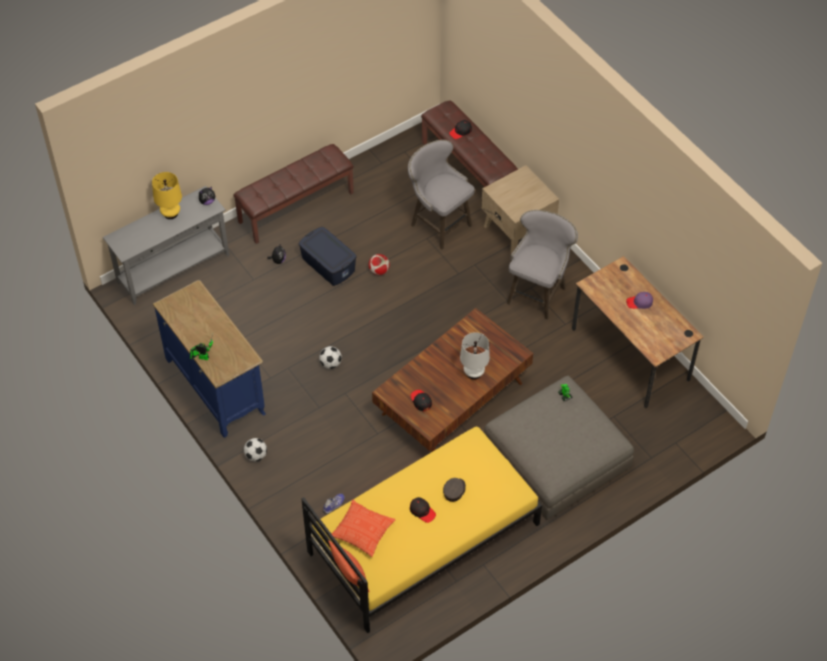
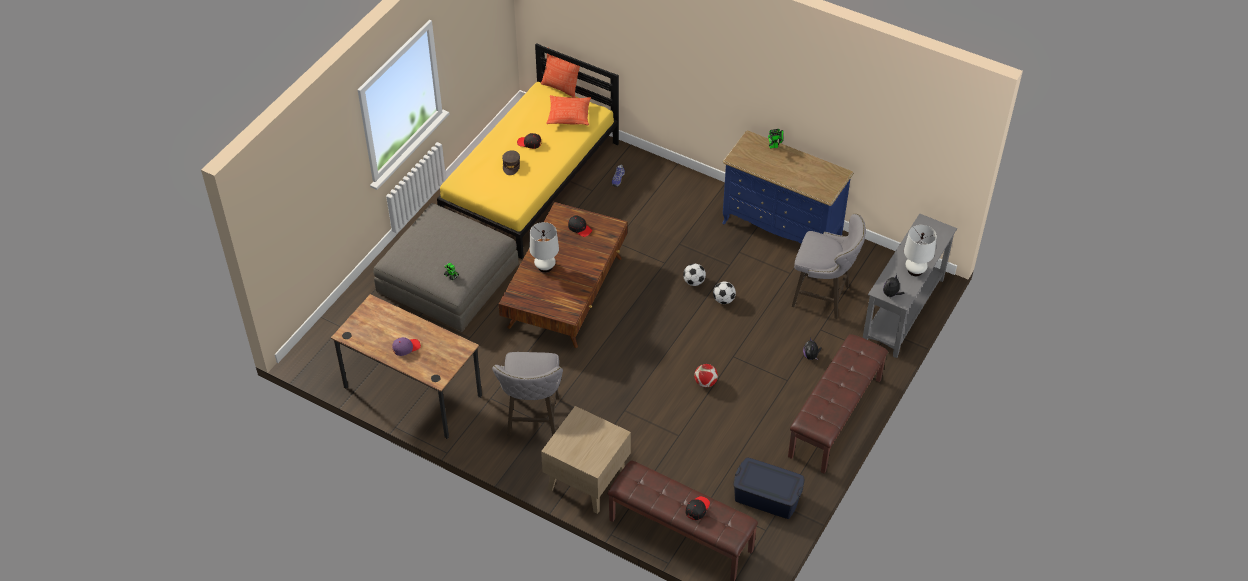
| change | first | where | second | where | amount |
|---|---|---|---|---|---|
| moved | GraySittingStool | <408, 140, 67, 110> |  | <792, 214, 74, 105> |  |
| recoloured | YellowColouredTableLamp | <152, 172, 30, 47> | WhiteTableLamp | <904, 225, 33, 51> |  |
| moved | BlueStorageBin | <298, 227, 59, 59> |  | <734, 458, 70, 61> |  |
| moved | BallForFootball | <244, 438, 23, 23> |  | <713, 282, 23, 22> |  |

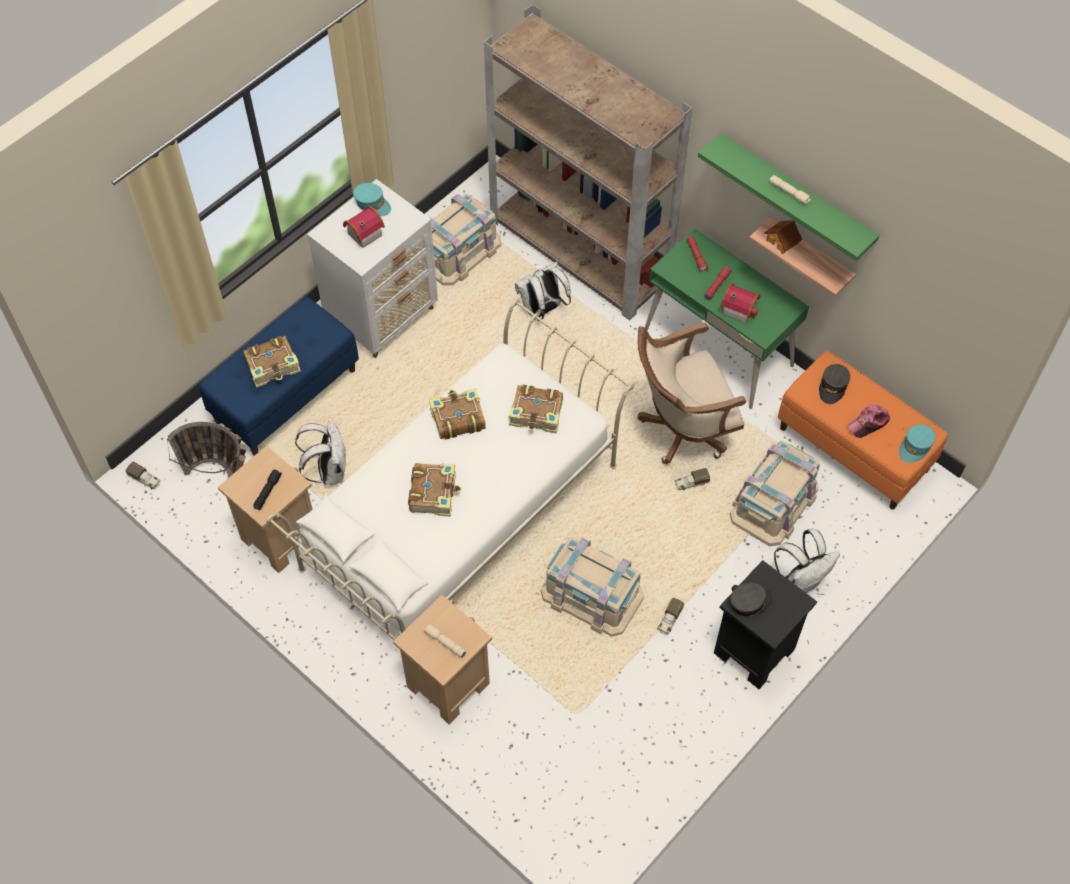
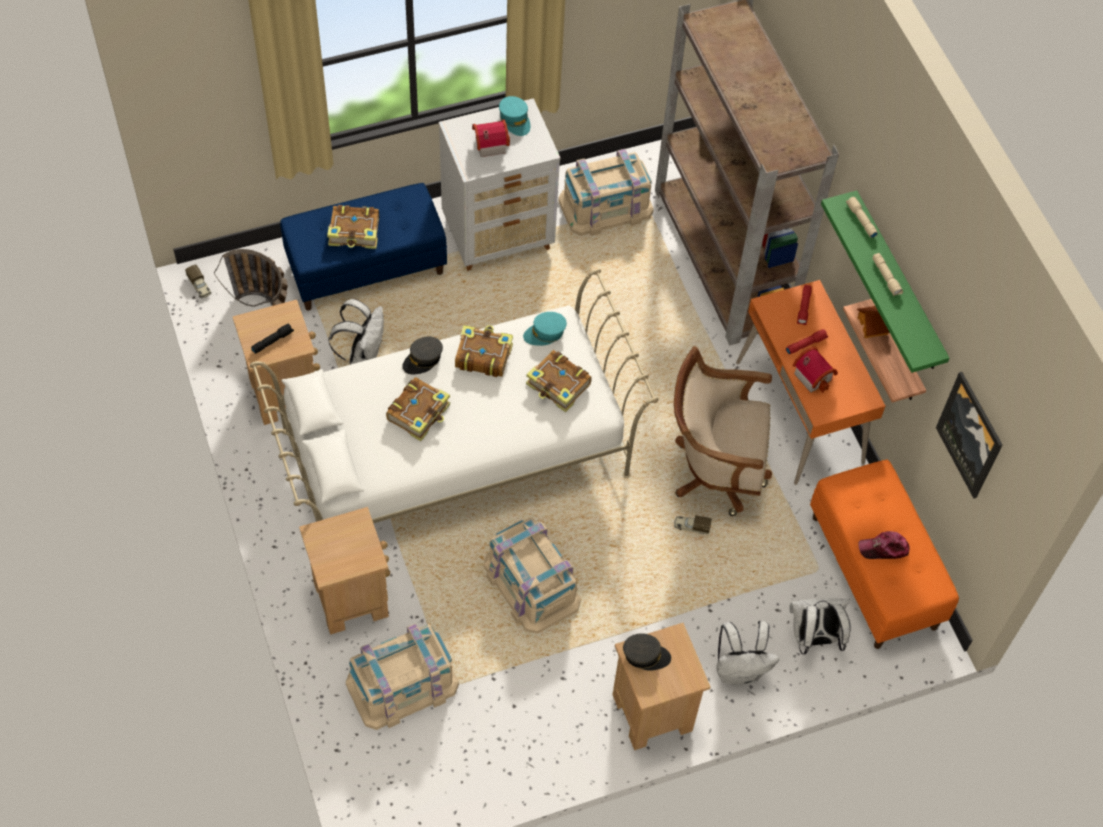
| change | first | where | second | where | amount |
|---|---|---|---|---|---|
| recoloured | GreenishDesk | <645, 228, 164, 181> | OrangeColouredDesk | <736, 280, 149, 205> |  |
| moved | WhiteBackpack | <515, 262, 56, 59> |  | <790, 598, 61, 57> |  |
| moved | GrayPeakedCap | <819, 364, 31, 40> |  | <402, 337, 41, 37> |  |
| moved | TurquoiseColouredPeakedCap | <899, 424, 37, 39> |  | <523, 312, 44, 34> |  |
| moved | BeigeStorageBin | <730, 441, 90, 105> |  | <346, 623, 113, 107> |  |
| recoloured | BlackColouredNightTable | <714, 560, 103, 129> | BeigeNightTable | <613, 623, 98, 127> |  |
| removed | ModelTruck | <657, 598, 27, 37> |  |  |  |
| moved | BeigeHandTorch | <424, 624, 42, 34> |  | <846, 197, 32, 41> |  |
| added |  |  | WallArt | <936, 372, 67, 126> |  |

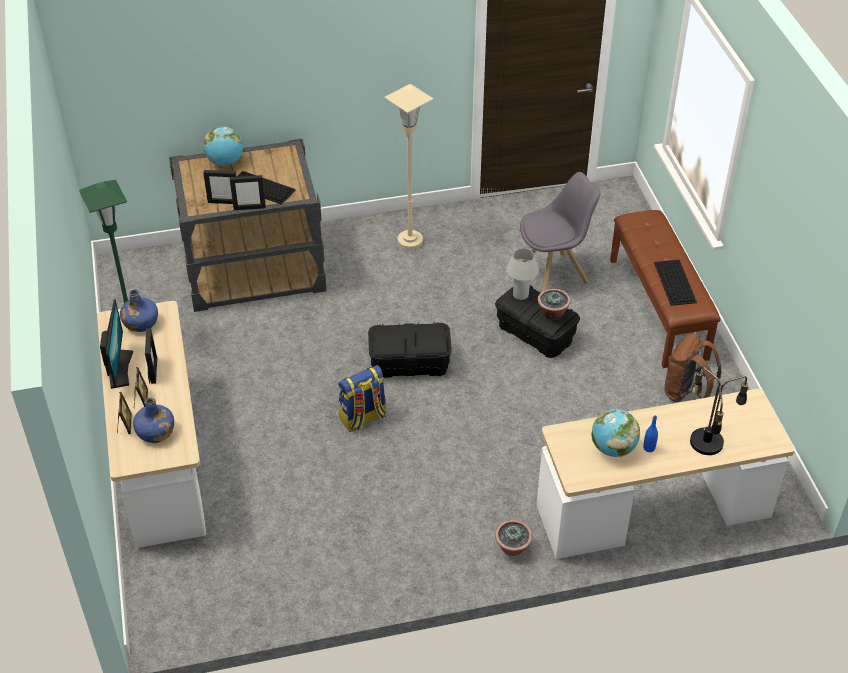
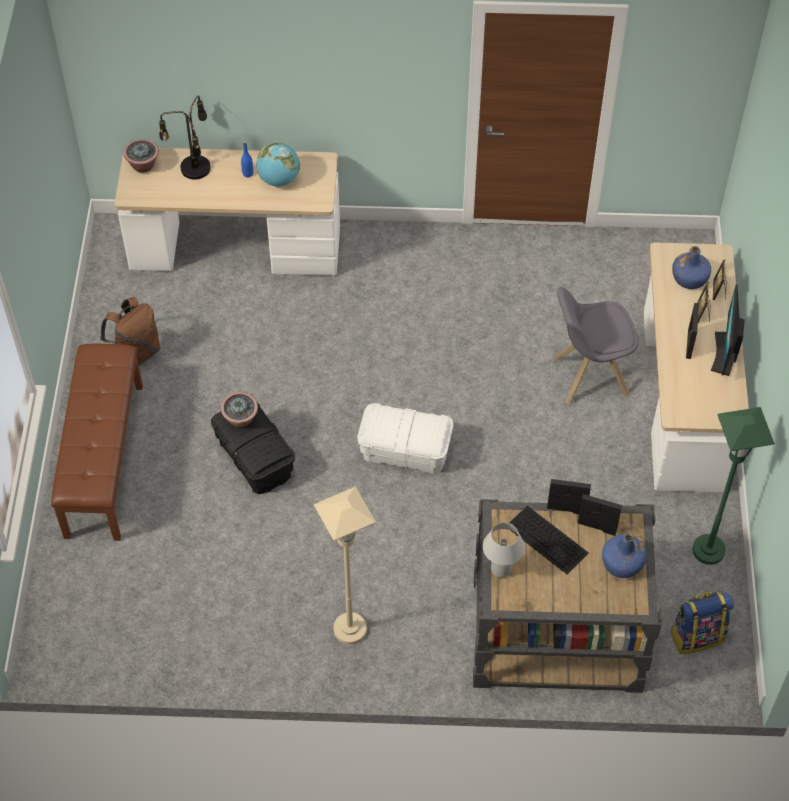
| change | first | where | second | where | amount |
|---|---|---|---|---|---|
| removed | Globe | <204, 126, 40, 40> |  |  |  |
| moved | GrayChair | <520, 172, 81, 120> |  | <552, 287, 86, 118> |  |
| moved | WhiteTableLamp | <506, 248, 33, 52> |  | <483, 523, 42, 55> |  |
| removed | ComputerKeyboard | <654, 260, 43, 46> |  |  |  |
| moved | BlueDrinkBottle | <120, 289, 38, 43> |  | <602, 533, 45, 45> |  |
| recoloured | BlackColouredStorageBin | <368, 322, 84, 56> | WhiteStorageBin | <357, 403, 96, 71> |  |
| moved | Backpack | <338, 365, 48, 67> |  | <670, 591, 64, 63> |  |
| moved | PottedPlant | <495, 520, 37, 36> |  | <123, 139, 36, 34> |  |

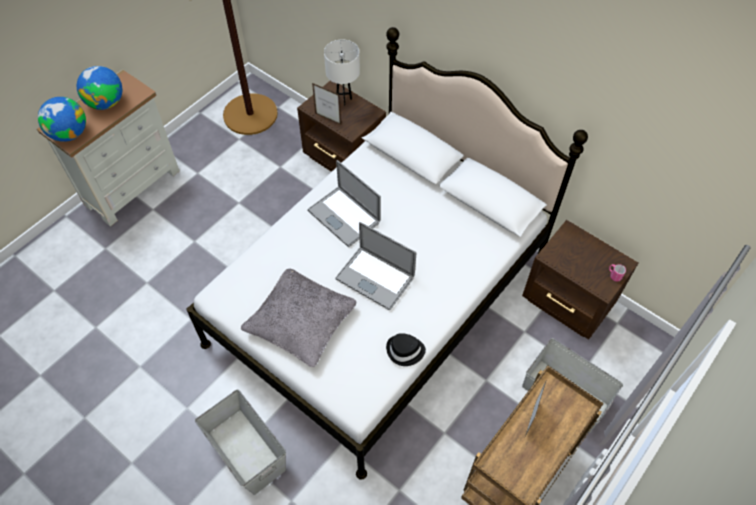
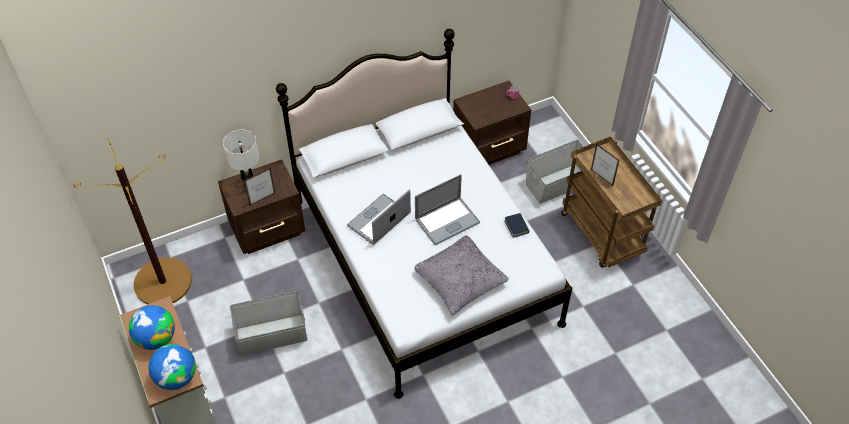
| change | first | where | second | where | amount |
|---|---|---|---|---|---|
| turned | PortableComputer | <307, 160, 74, 87> |  | <347, 189, 64, 56> | 150 degrees clockwise |
| replaced | BlackColouredWearableHat | <386, 333, 40, 33> | Volume | <505, 213, 24, 25> |  |
| moved | GrayStorageBin | <195, 390, 91, 105> |  | <230, 291, 77, 64> |  |

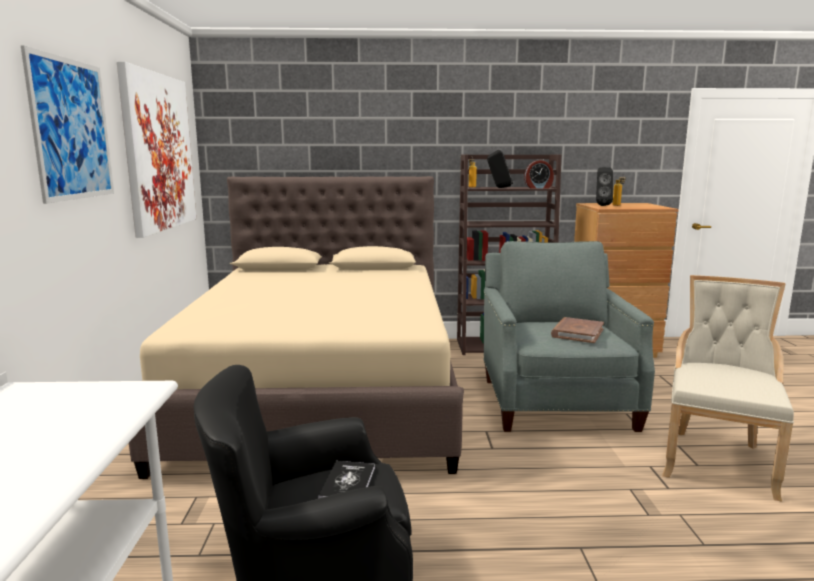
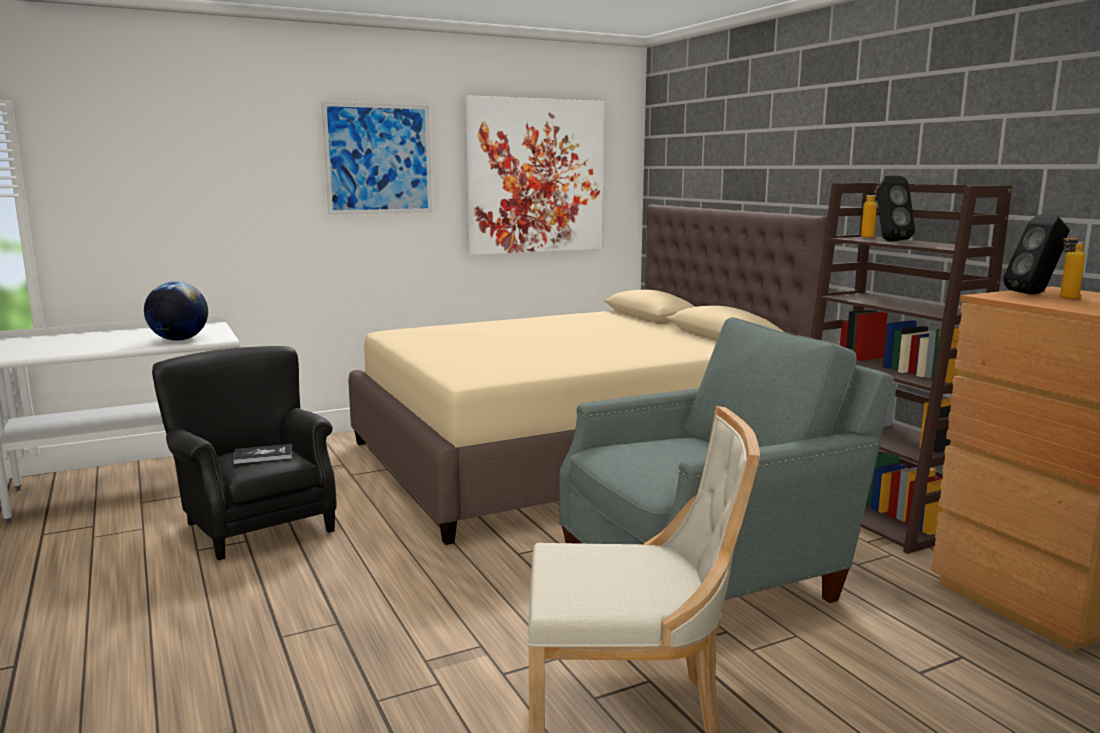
| change | first | where | second | where | amount |
|---|---|---|---|---|---|
| removed | TableClock | <524, 159, 30, 29> |  |  |  |
| removed | BrownColouredVolume | <551, 317, 53, 26> |  |  |  |
| added |  |  | Globe | <144, 282, 64, 59> |  |

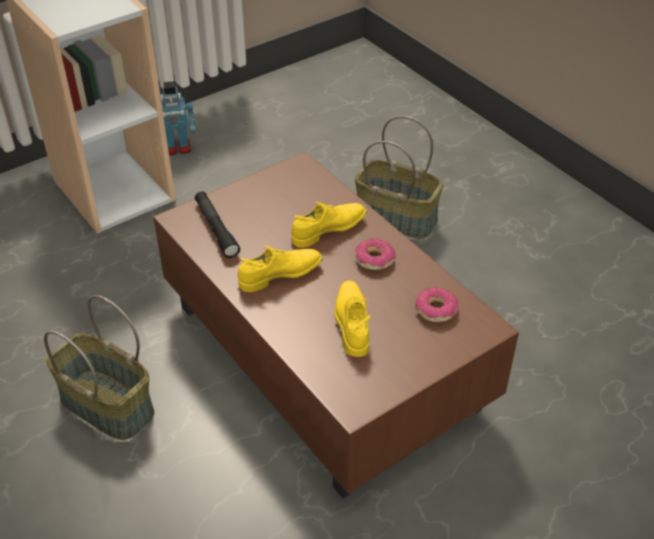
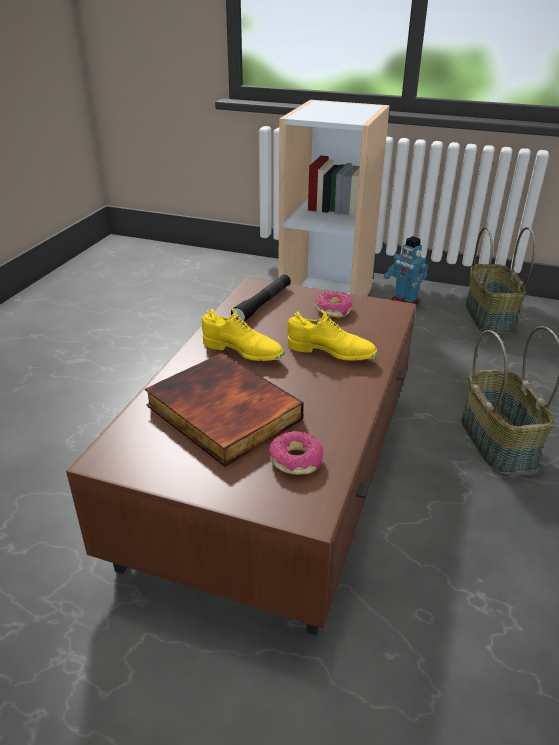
| change | first | where | second | where | amount |
|---|---|---|---|---|---|
| moved | Donut | <355, 238, 41, 32> |  | <316, 291, 37, 27> |  |
| replaced | YellowColouredLowShoe | <334, 280, 37, 77> | Volume | <145, 353, 159, 113> |  |
| moved | StorageBasket | <44, 295, 110, 145> |  | <465, 227, 71, 106> |  |

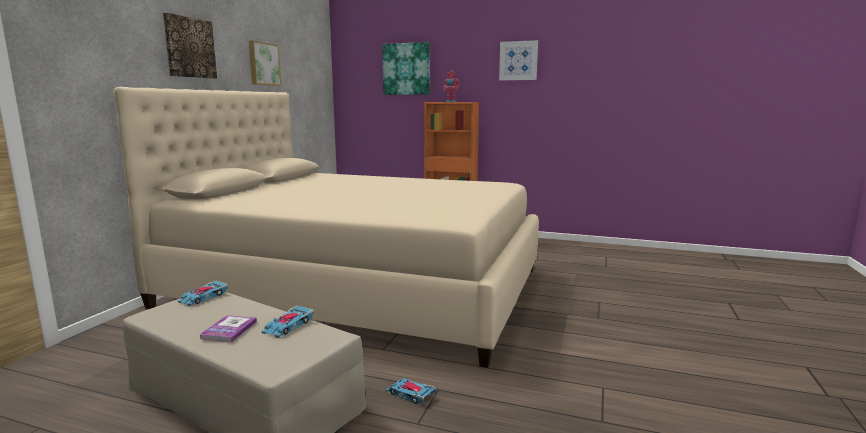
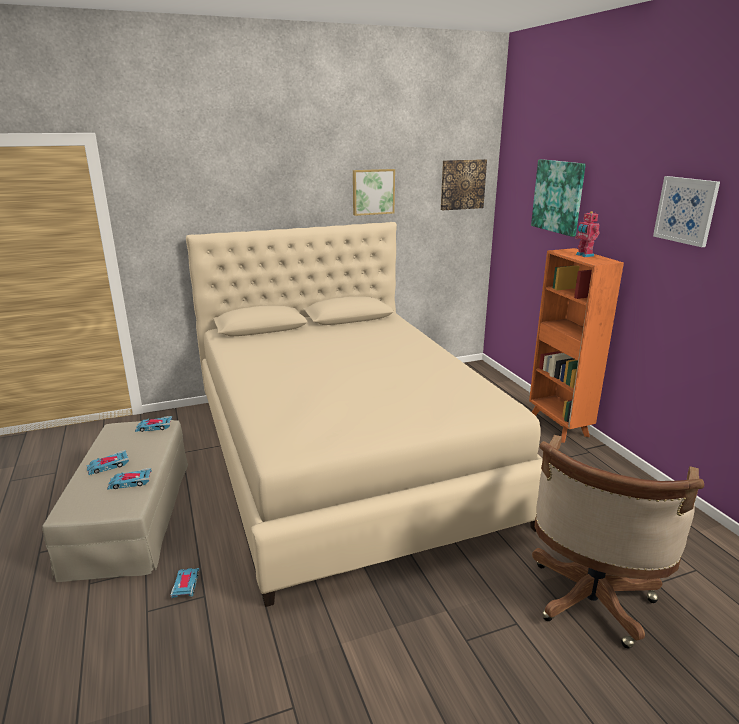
| change | first | where | second | where | amount |
|---|---|---|---|---|---|
| moved | WallArt | <163, 13, 54, 66> |  | <441, 159, 46, 51> |  |
| replaced | Volume | <199, 315, 58, 27> | ModelCar | <87, 450, 42, 25> |  |
| added |  |  | ComputerChair | <532, 435, 172, 213> |  |

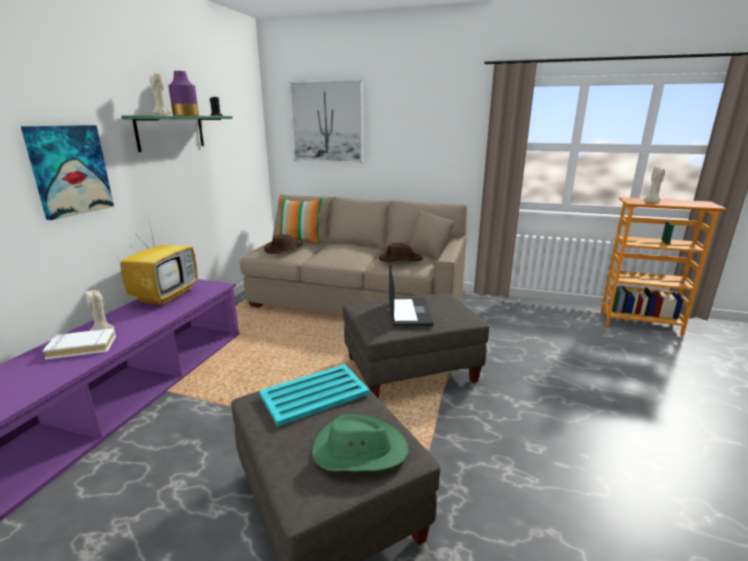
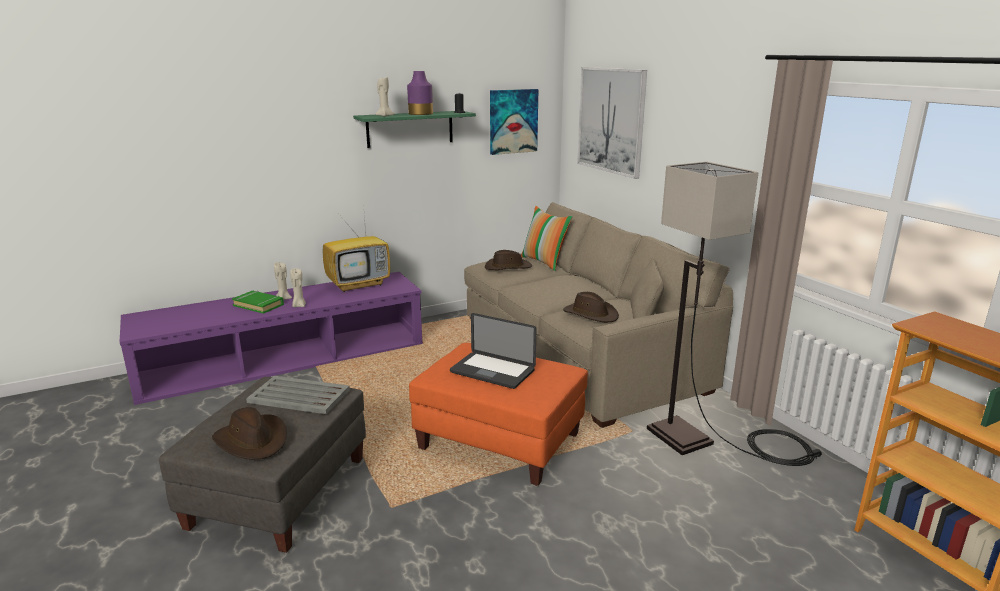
| change | first | where | second | where | amount |
|---|---|---|---|---|---|
| moved | WallArt | <21, 125, 93, 95> |  | <490, 89, 49, 66> |  |
| moved | BeigeWaxLight | <643, 167, 22, 36> |  | <290, 268, 16, 39> |  |
| turned | PortableComputer | <389, 265, 45, 61> |  | <450, 313, 86, 76> | 75 degrees clockwise |
| recoloured | GrayFootrest | <343, 292, 146, 107> | OrangeColouredFootrest | <409, 343, 179, 143> |  |
| recoloured | WhiteVolume | <43, 328, 73, 32> | GreenishVolume | <232, 291, 52, 23> |  |
| recoloured | TurquoiseColouredCarryingTray | <259, 364, 111, 62> | GrayCarryingTray | <246, 376, 104, 38> |  |
| recoloured | GreenishWearableHat | <312, 414, 97, 58> | BrownColouredWearableHat | <212, 407, 75, 53> |  |
| added |  |  | StandingLamp | <647, 162, 175, 304> |  |

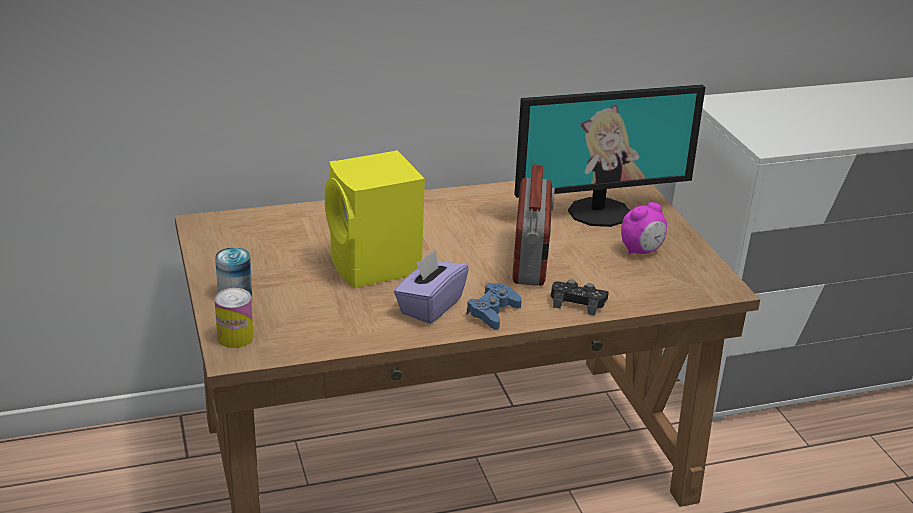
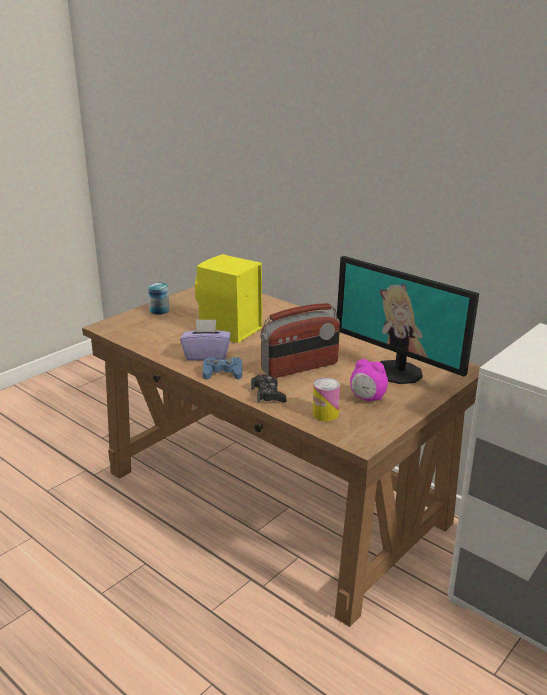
| change | first | where | second | where | amount |
|---|---|---|---|---|---|
| moved | SealedCan | <214, 288, 40, 60> |  | <313, 377, 27, 44> |  |

